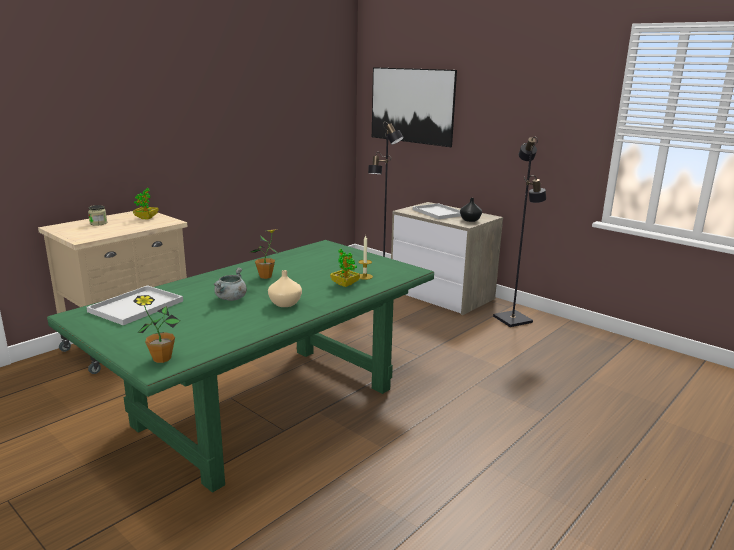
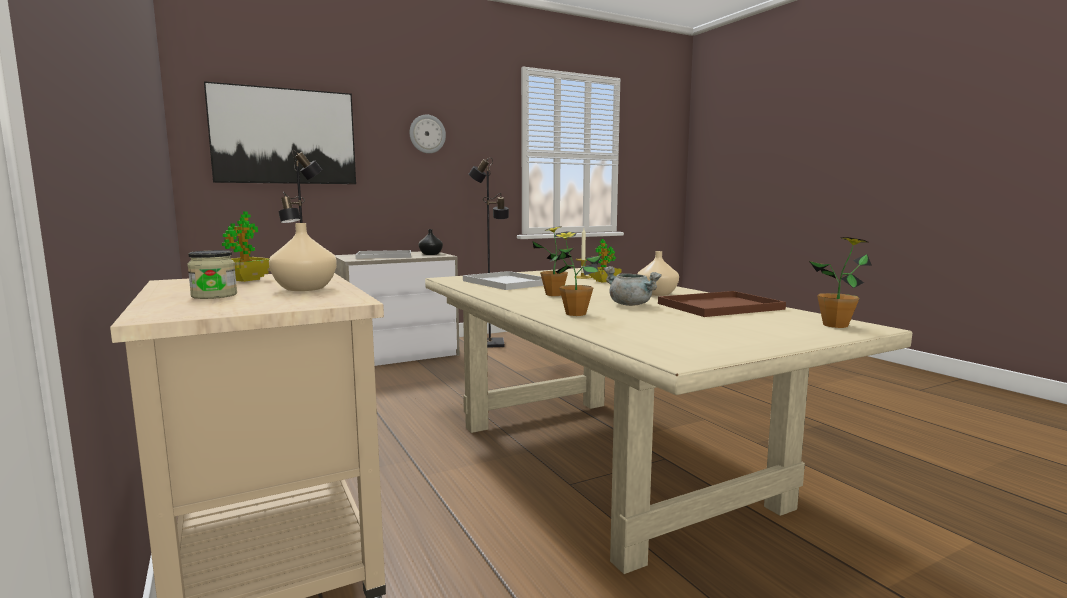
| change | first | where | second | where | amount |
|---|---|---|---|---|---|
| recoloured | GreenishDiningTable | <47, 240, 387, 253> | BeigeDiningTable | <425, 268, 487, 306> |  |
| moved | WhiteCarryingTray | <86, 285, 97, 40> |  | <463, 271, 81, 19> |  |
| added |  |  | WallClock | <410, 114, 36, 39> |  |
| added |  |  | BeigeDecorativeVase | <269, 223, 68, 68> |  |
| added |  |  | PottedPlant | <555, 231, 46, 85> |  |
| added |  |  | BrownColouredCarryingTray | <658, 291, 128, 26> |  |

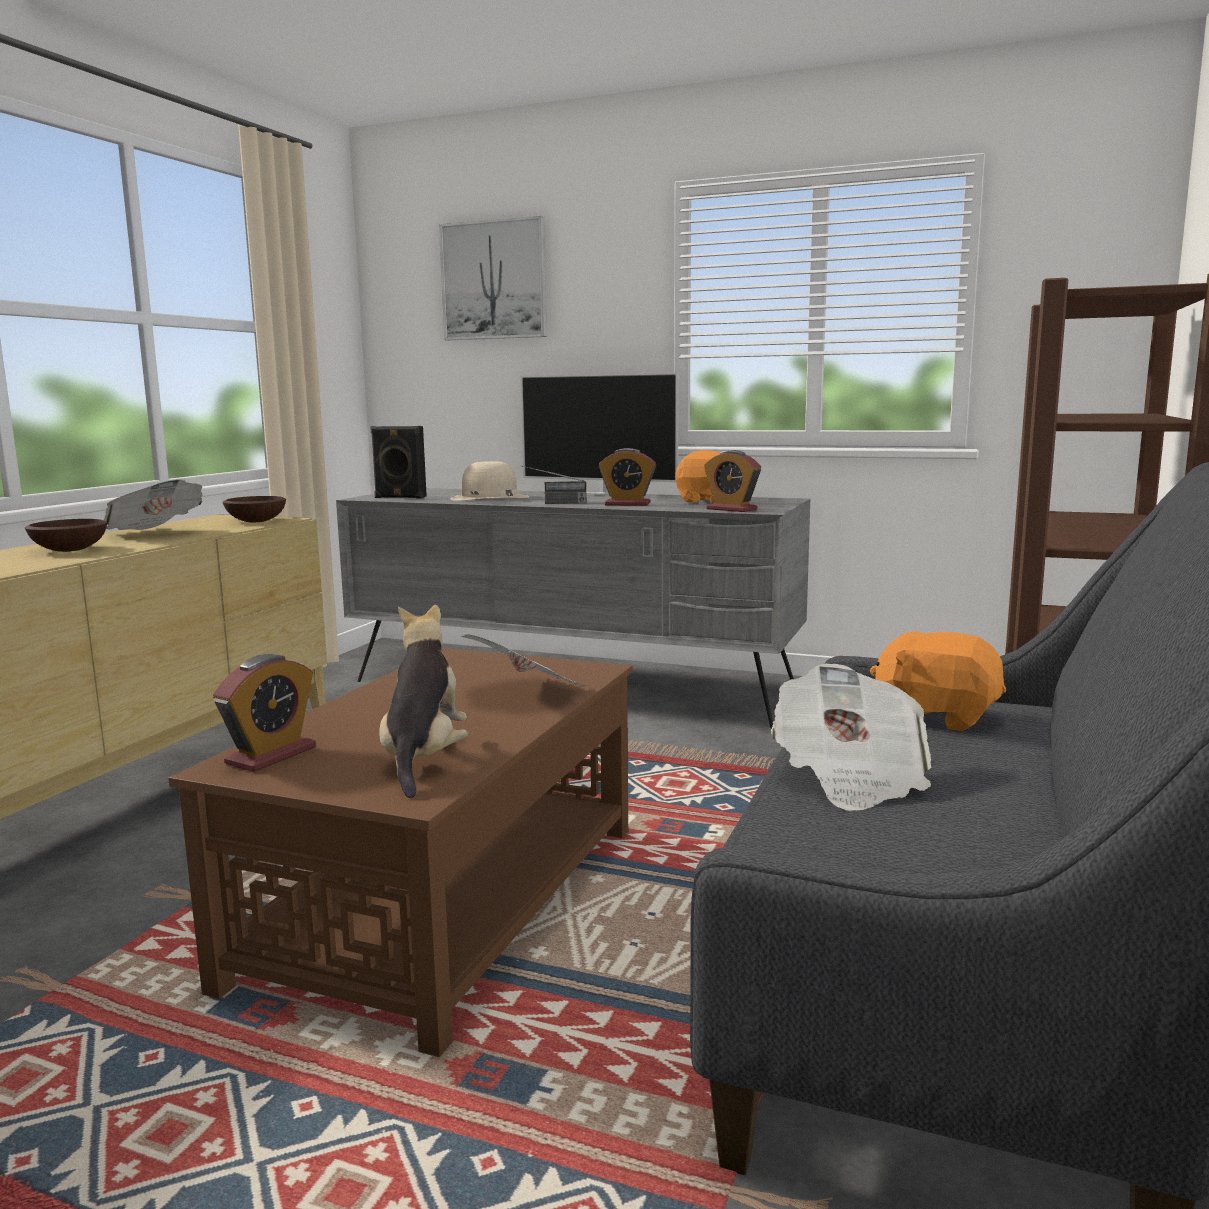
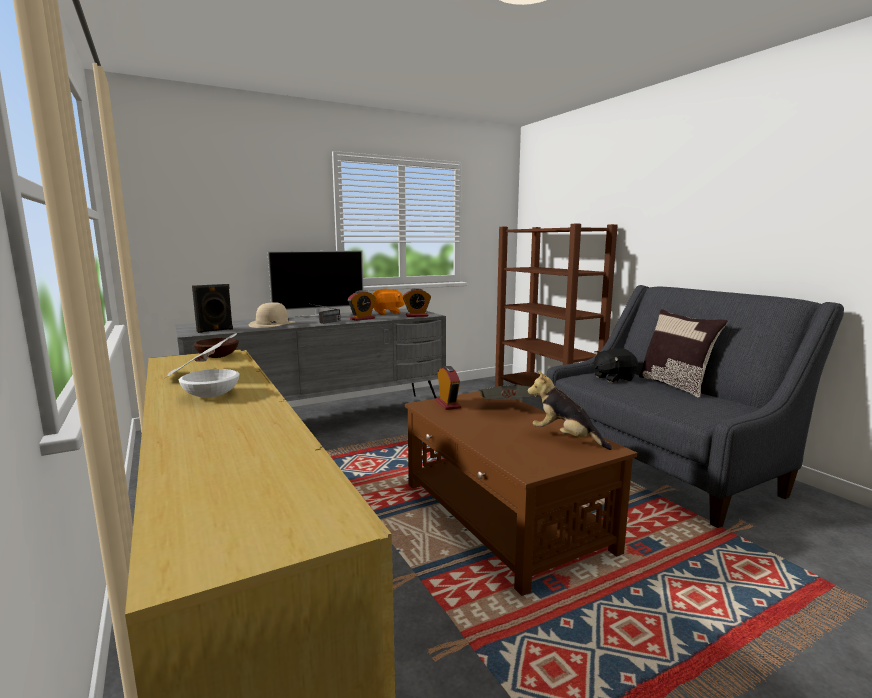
| change | first | where | second | where | amount |
|---|---|---|---|---|---|
| removed | WallArt | <439, 216, 108, 124> |  |  |  |
| recoloured | BrownColouredDeepDish | <25, 519, 82, 33> | WhiteDeepDish | <179, 369, 61, 29> |  |
| recoloured | OrangeColouredCuddlyToy | <870, 631, 136, 100> | BlackColouredCuddlyToy | <594, 348, 44, 35> |  |
| moved | TableClock | <213, 654, 103, 118> |  | <436, 366, 25, 44> |  |
| removed | PrintedPaper | <771, 664, 160, 147> |  |  |  |
| added |  |  | Cushion | <639, 309, 89, 89> |  |

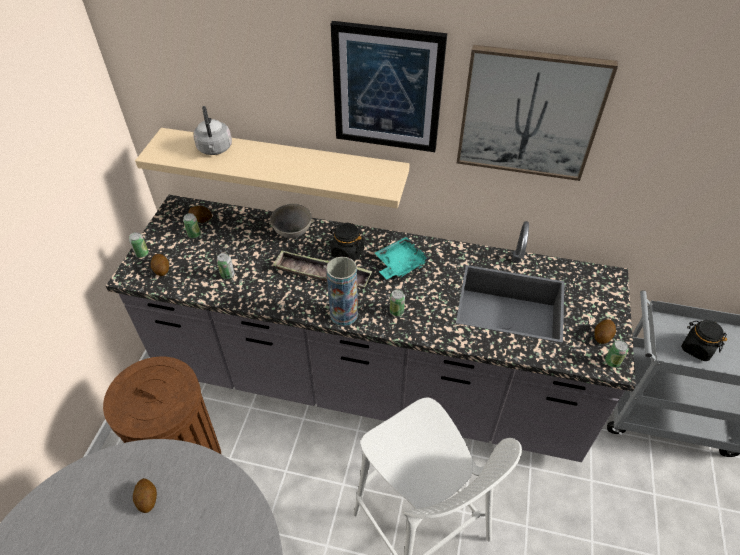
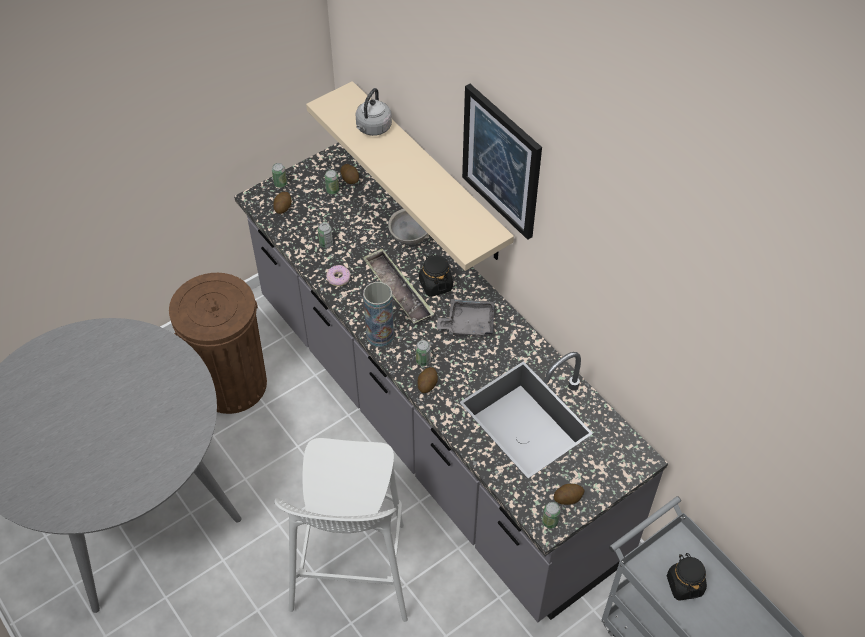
| change | first | where | second | where | amount |
|---|---|---|---|---|---|
| removed | WallArt | <457, 45, 161, 136> |  |  |  |
| recoloured | TurquoiseColouredCarryingTray | <375, 237, 56, 42> | GrayCarryingTray | <437, 299, 57, 39> |  |
| moved | Potato | <133, 478, 24, 35> |  | <418, 367, 20, 26> |  |
| added |  |  | Donut | <326, 265, 25, 21> |  |

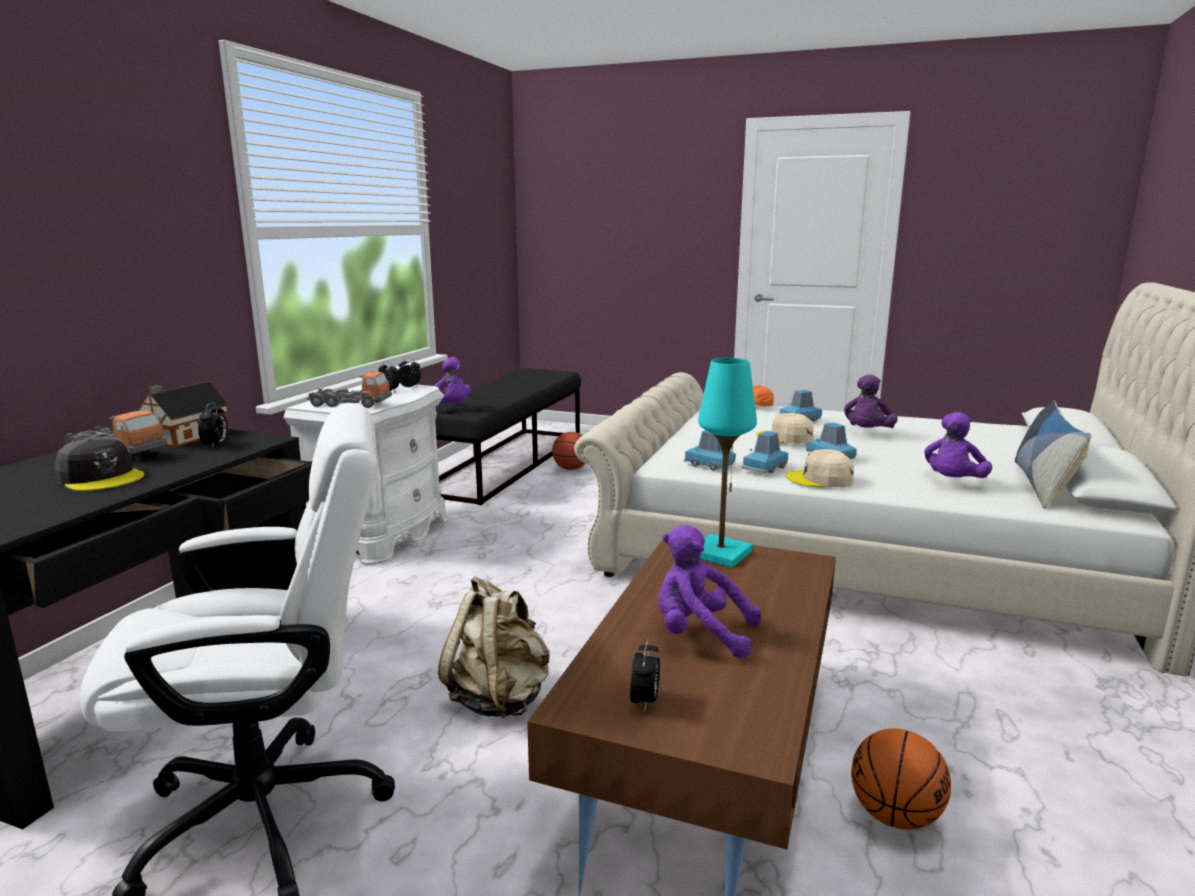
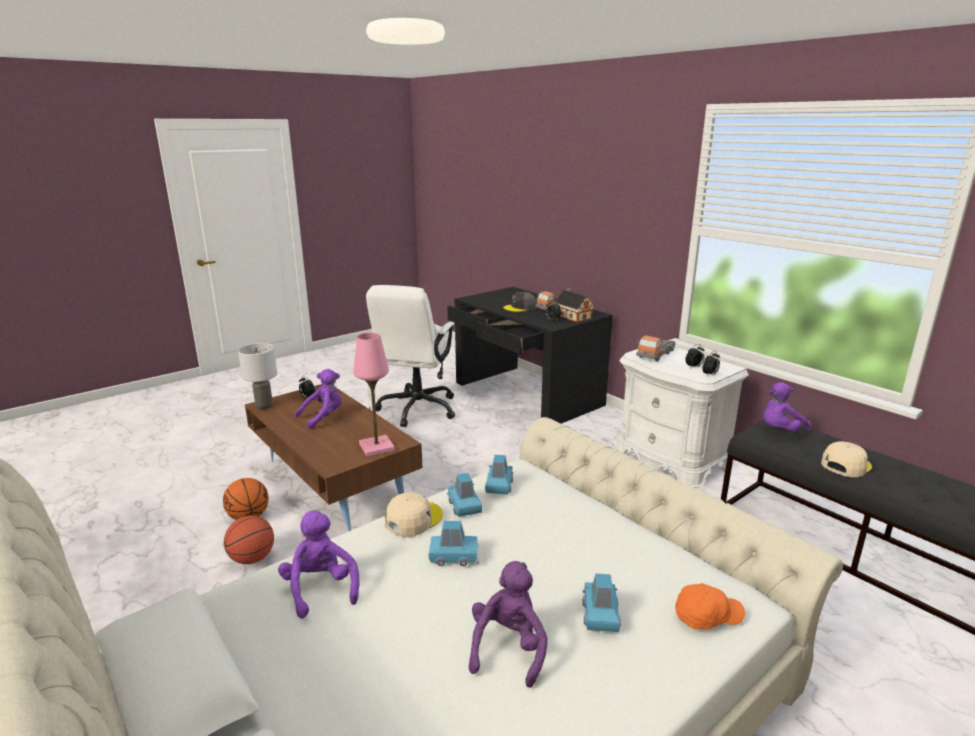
| change | first | where | second | where | amount |
|---|---|---|---|---|---|
| recoloured | TurquoiseColouredTableLamp | <698, 358, 59, 210> | PinkishTableLamp | <353, 333, 42, 124> |  |
| turned | PurpleCuddlyToy | <844, 374, 54, 54> |  | <469, 561, 79, 127> | 45 degrees clockwise |
| removed | Cushion | <1015, 400, 77, 109> |  |  |  |
| moved | BeigePeakedCap | <757, 413, 57, 31> |  | <821, 441, 51, 36> |  |
| turned | BlueModelCar | <684, 430, 52, 41> |  | <485, 455, 28, 40> | 60 degrees counterclockwise |
| moved | Basketball | <552, 432, 34, 38> |  | <224, 516, 50, 48> |  |
| removed | BeigeBackpack | <438, 576, 112, 142> |  |  |  |
| added |  |  | WhiteTableLamp | <238, 343, 39, 66> |  |

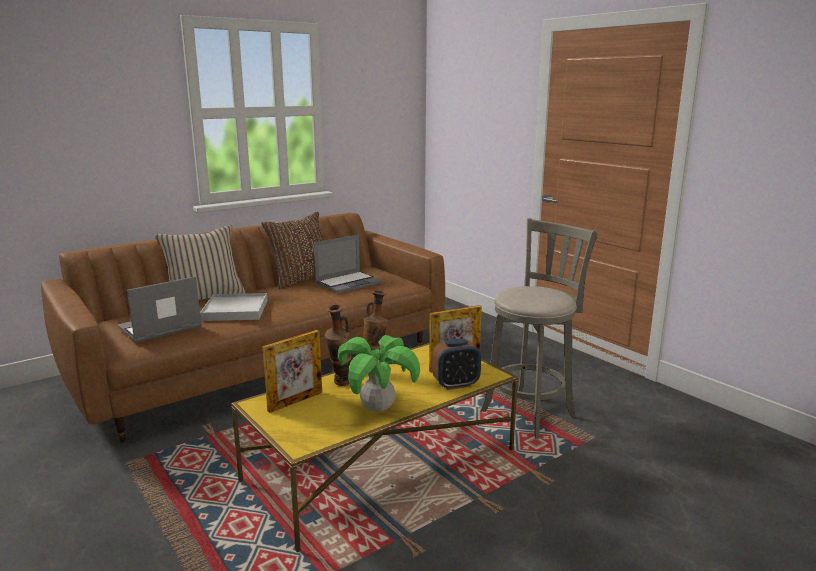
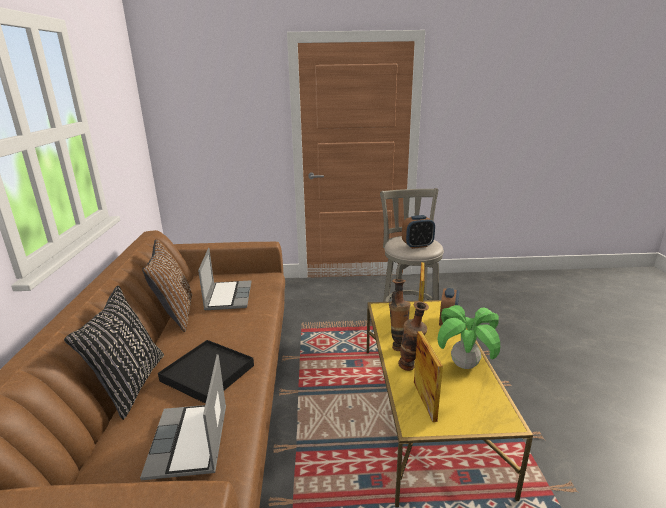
| change | first | where | second | where | amount |
|---|---|---|---|---|---|
| recoloured | BeigeCushion | <155, 225, 91, 75> | BlackColouredCushion | <64, 286, 100, 134> |  |
| recoloured | WhiteCarryingTray | <200, 293, 68, 28> | BlackColouredCarryingTray | <158, 340, 96, 64> |  |
| added |  |  | TableClock | <402, 215, 33, 34> |  |

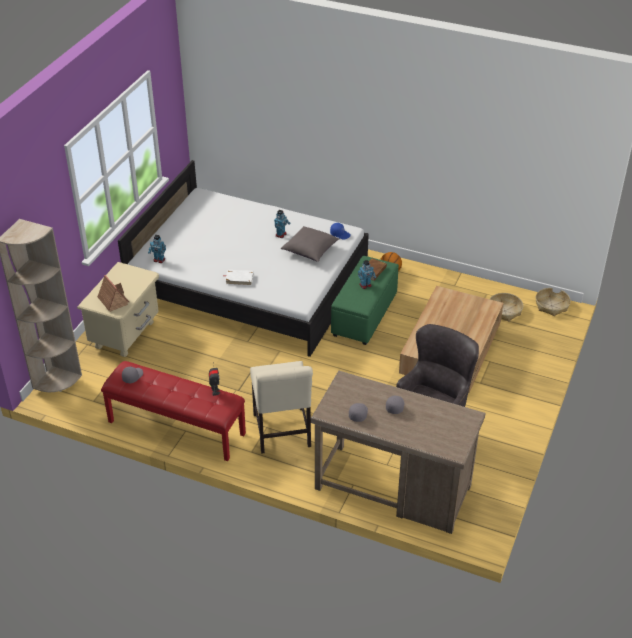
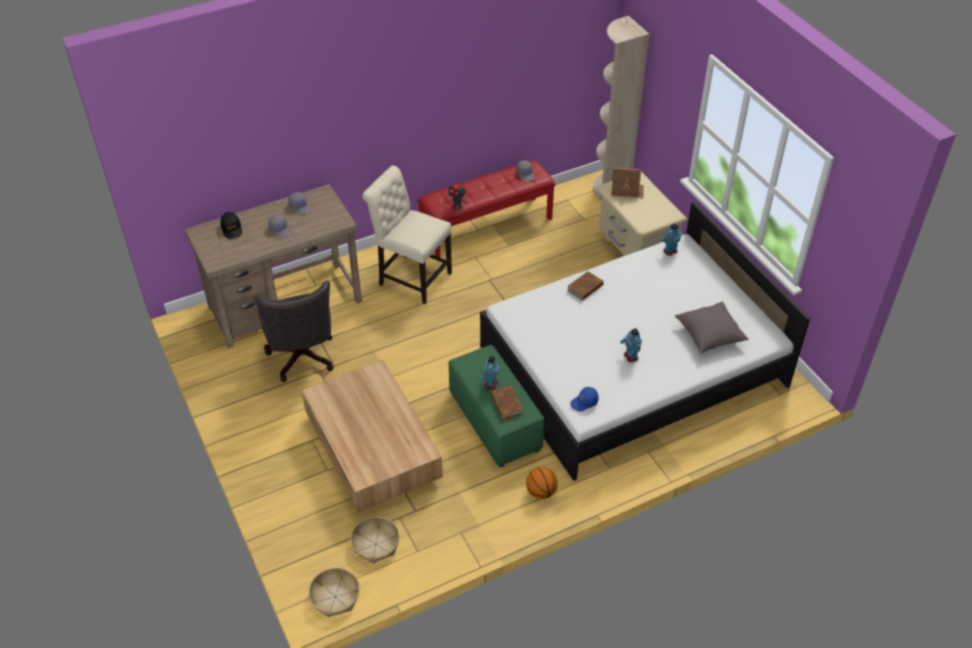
| change | first | where | second | where | amount |
|---|---|---|---|---|---|
| moved | GrayCushion | <281, 226, 58, 36> |  | <675, 301, 74, 53> |  |
| recoloured | WhiteVolume | <223, 270, 31, 16> | BrownColouredVolume | <567, 271, 37, 29> |  |
| added |  |  | BlackColouredPeakedCap | <221, 212, 21, 27> |  |

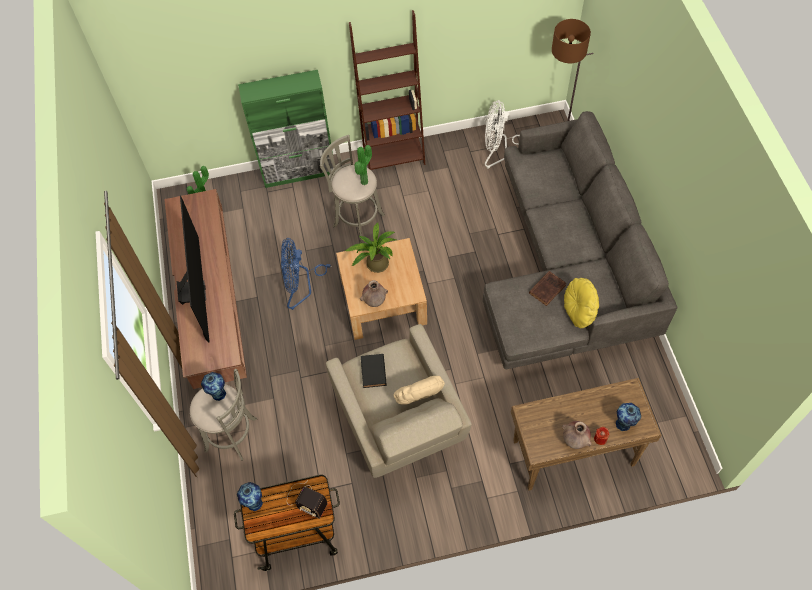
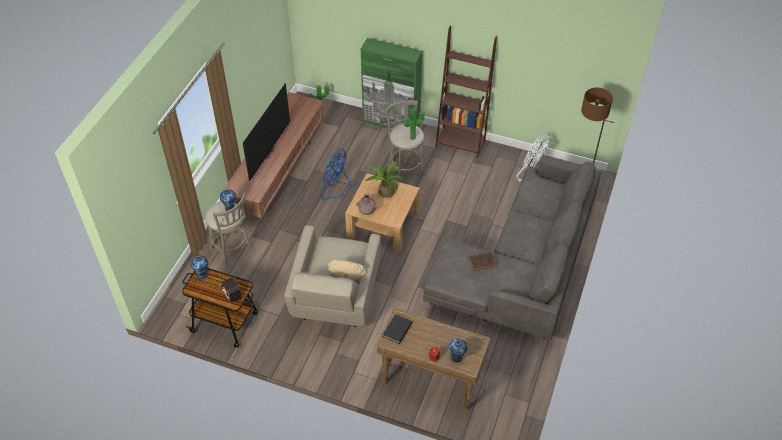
| change | first | where | second | where | amount |
|---|---|---|---|---|---|
| removed | YellowColouredCushion | <564, 278, 35, 50> |  |  |  |
| moved | BlackColouredVolume | <361, 354, 26, 34> |  | <383, 314, 29, 30> |  |
| removed | BrownColouredDecorativeVase | <562, 421, 30, 28> |  |  |  |

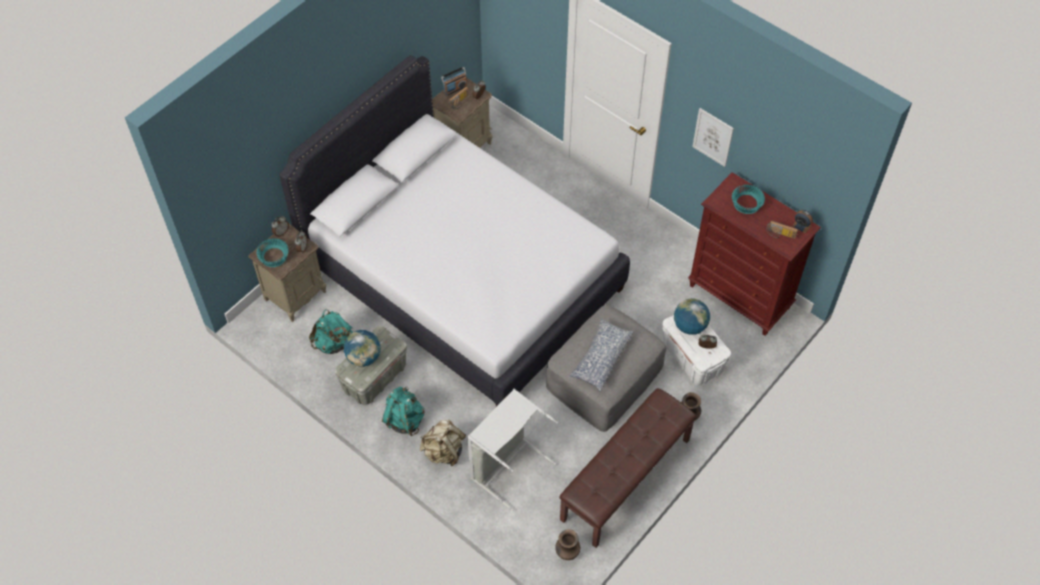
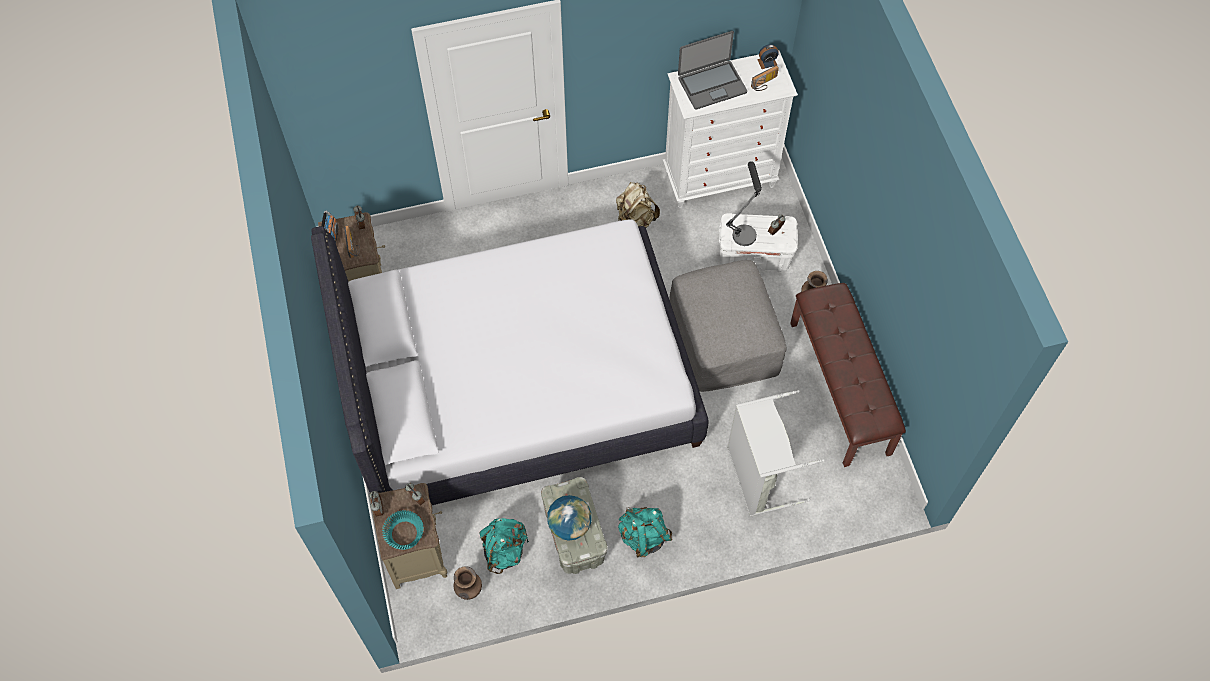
| change | first | where | second | where | amount |
|---|---|---|---|---|---|
| removed | WallArt | <692, 108, 42, 59> |  |  |  |
| recoloured | RedColouredChestOfDrawers | <688, 172, 133, 164> | WhiteChestOfDrawers | <663, 50, 135, 158> |  |
| replaced | TurquoiseColouredDeepDish | <732, 185, 33, 29> | PortableComputer | <678, 31, 69, 78> |  |
| replaced | Globe | <674, 299, 36, 36> | TableLamp | <726, 161, 36, 85> |  |
| removed | Cushion | <569, 318, 65, 74> |  |  |  |
| moved | BeigeBackpack | <420, 420, 46, 46> |  | <616, 182, 44, 46> |  |
| moved | BrownColouredDecorativeVase | <555, 529, 25, 31> |  | <454, 566, 28, 34> |  |

